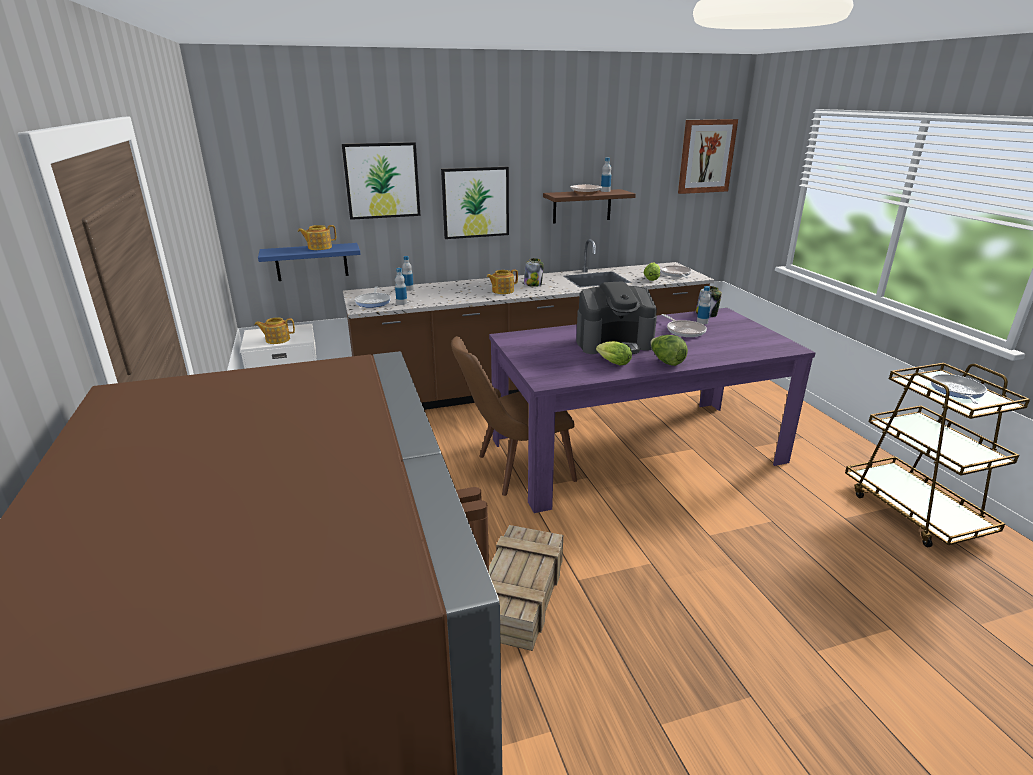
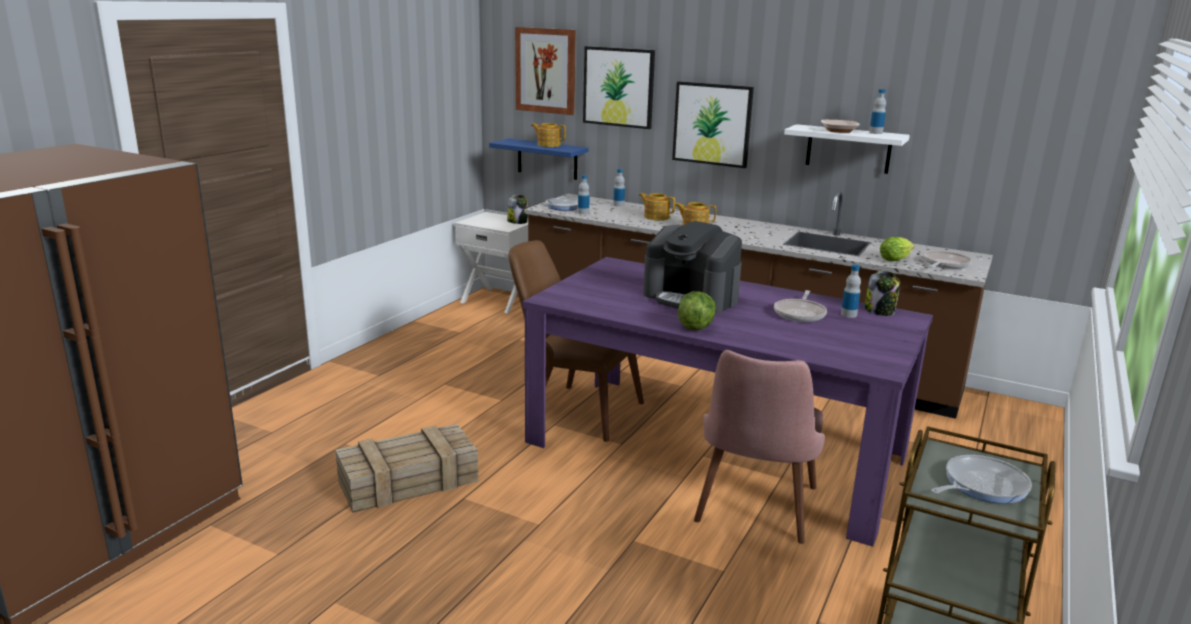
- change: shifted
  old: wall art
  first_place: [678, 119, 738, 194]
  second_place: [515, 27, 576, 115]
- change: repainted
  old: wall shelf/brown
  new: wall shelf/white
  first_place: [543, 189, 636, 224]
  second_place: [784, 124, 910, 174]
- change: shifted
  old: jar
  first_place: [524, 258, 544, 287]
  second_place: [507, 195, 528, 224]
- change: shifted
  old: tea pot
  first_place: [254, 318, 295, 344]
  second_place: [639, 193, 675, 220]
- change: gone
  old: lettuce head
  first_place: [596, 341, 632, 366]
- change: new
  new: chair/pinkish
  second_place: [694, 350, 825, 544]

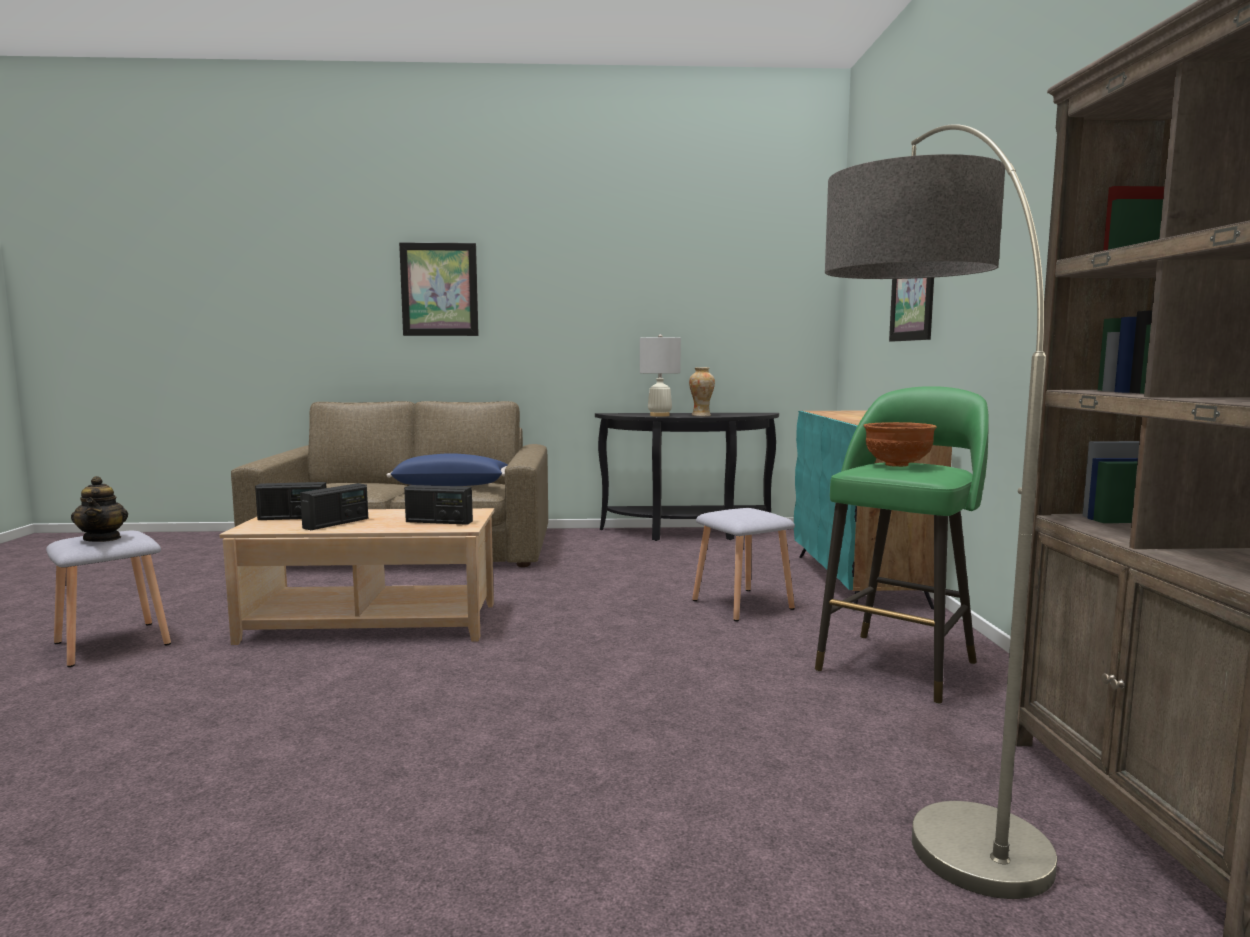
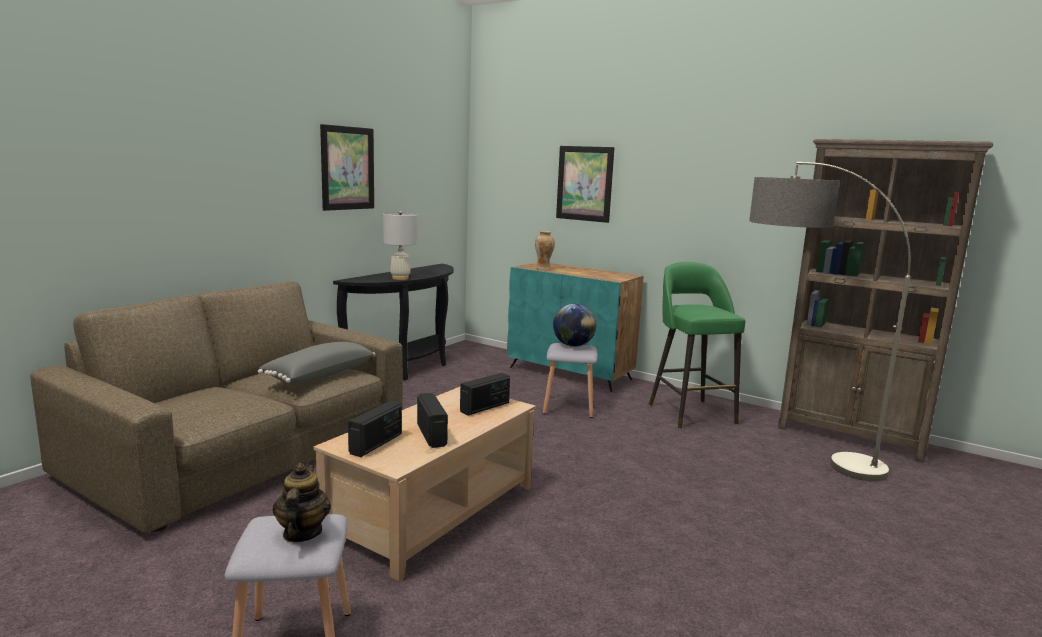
- change: shifted
  old: wall art
  first_place: [399, 243, 479, 336]
  second_place: [320, 124, 374, 211]
- change: shifted
  old: decorative vase
  first_place: [689, 367, 715, 416]
  second_place: [535, 231, 555, 270]
- change: gone
  old: deep dish/brown
  first_place: [863, 422, 937, 467]
- change: repainted
  old: throw pillow/blue-coloured
  new: throw pillow/gray
  first_place: [387, 453, 507, 486]
  second_place: [258, 342, 375, 385]
- change: rotated
  old: tea pot
  first_place: [71, 476, 128, 542]
  second_place: [273, 463, 331, 542]
  degrees: -105
- change: new
  new: world globe
  second_place: [553, 303, 596, 347]

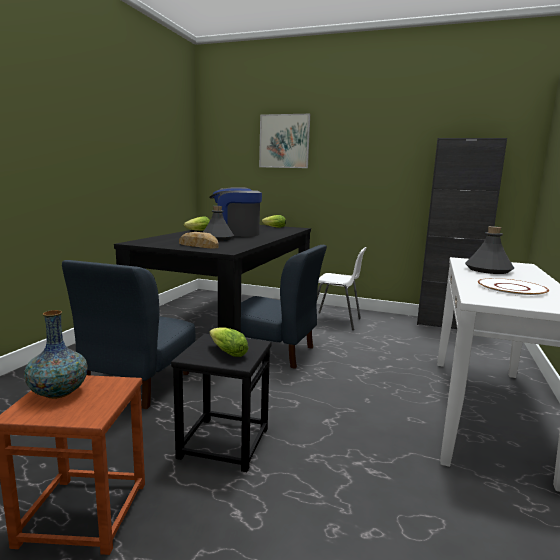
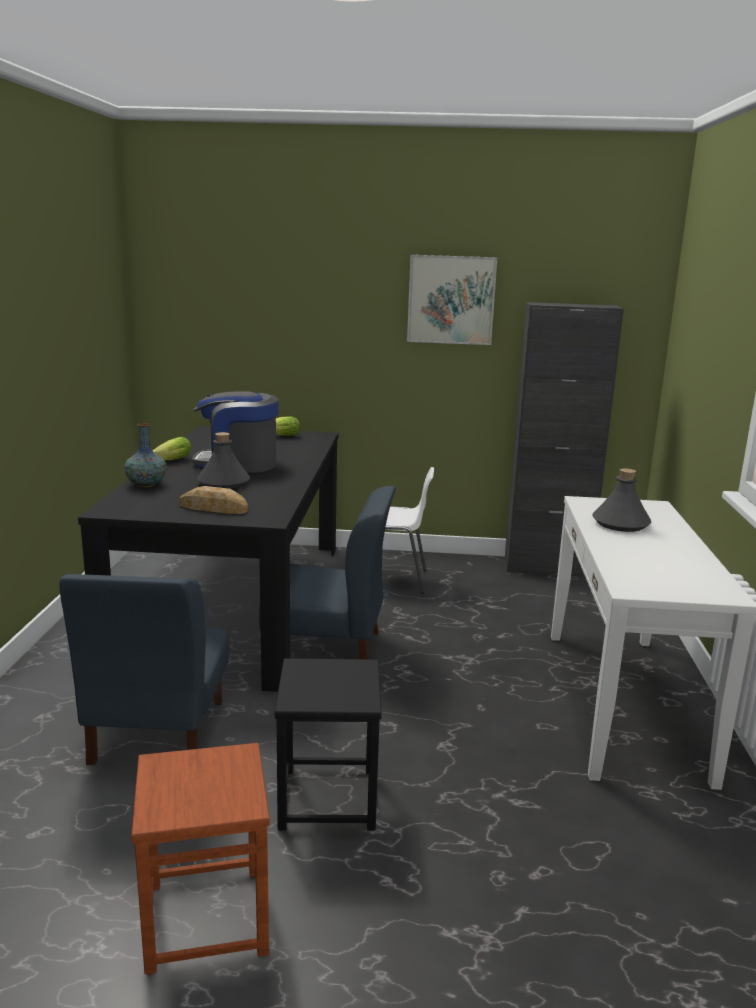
- change: shifted
  old: wall art
  first_place: [259, 114, 310, 168]
  second_place: [407, 255, 497, 345]
- change: gone
  old: plate/white
  first_place: [478, 278, 549, 296]
- change: shifted
  old: decorative vase
  first_place: [24, 310, 88, 399]
  second_place: [124, 423, 167, 487]
- change: gone
  old: lettuce head
  first_place: [209, 328, 248, 357]

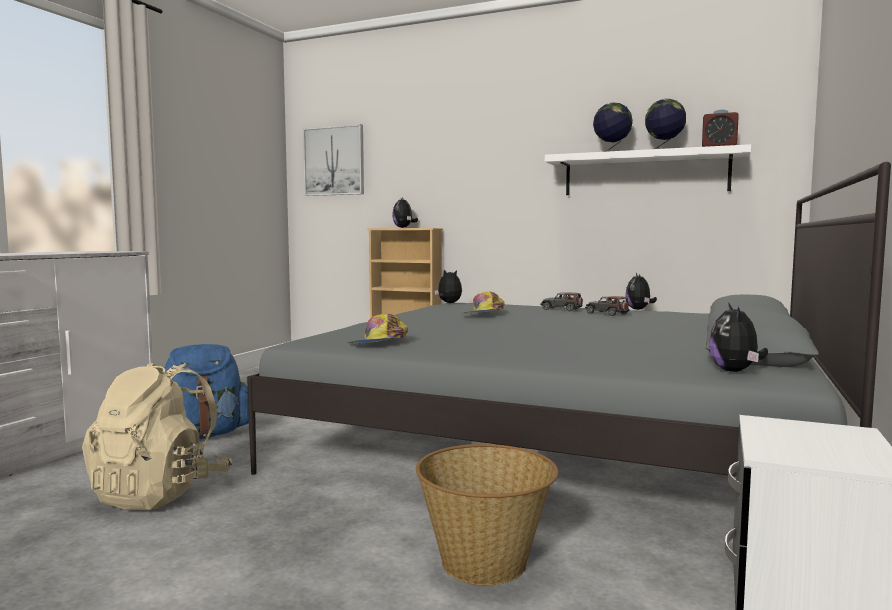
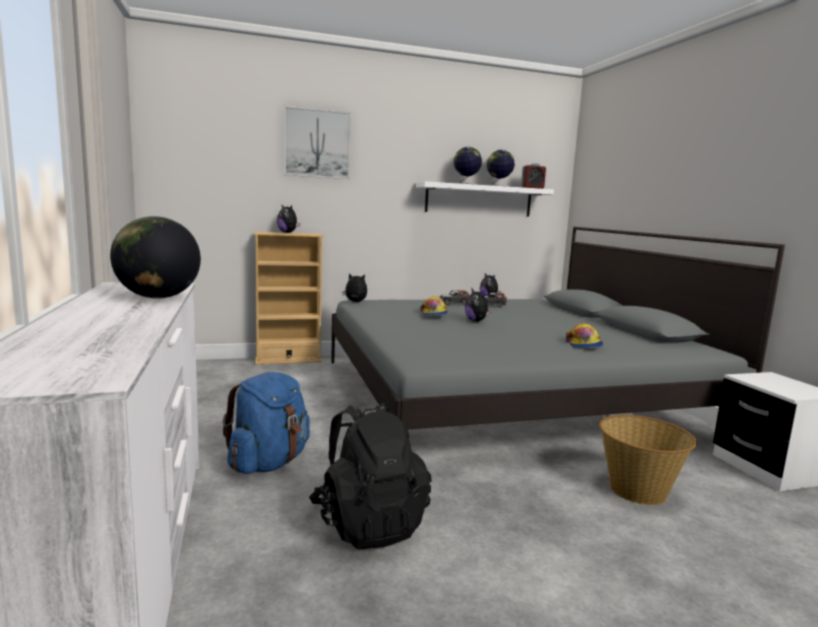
- change: shifted
  old: wall art
  first_place: [303, 124, 364, 196]
  second_place: [284, 106, 351, 179]
- change: shifted
  old: soft toy
  first_place: [709, 302, 768, 372]
  second_place: [465, 289, 492, 322]
- change: shifted
  old: baseball cap
  first_place: [348, 314, 408, 343]
  second_place: [566, 323, 603, 348]
- change: repainted
  old: knapsack/sand-coloured
  new: knapsack/blackish
  first_place: [82, 362, 232, 510]
  second_place: [309, 402, 432, 549]
- change: new
  new: world globe
  second_place: [110, 216, 201, 298]

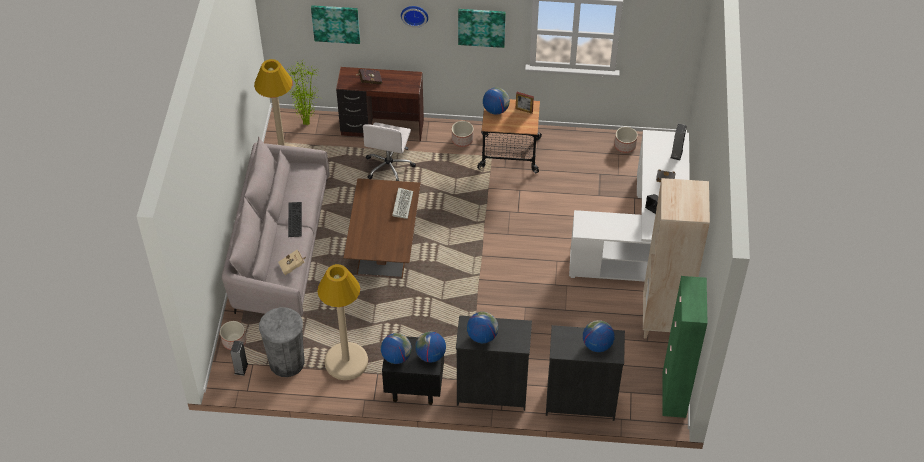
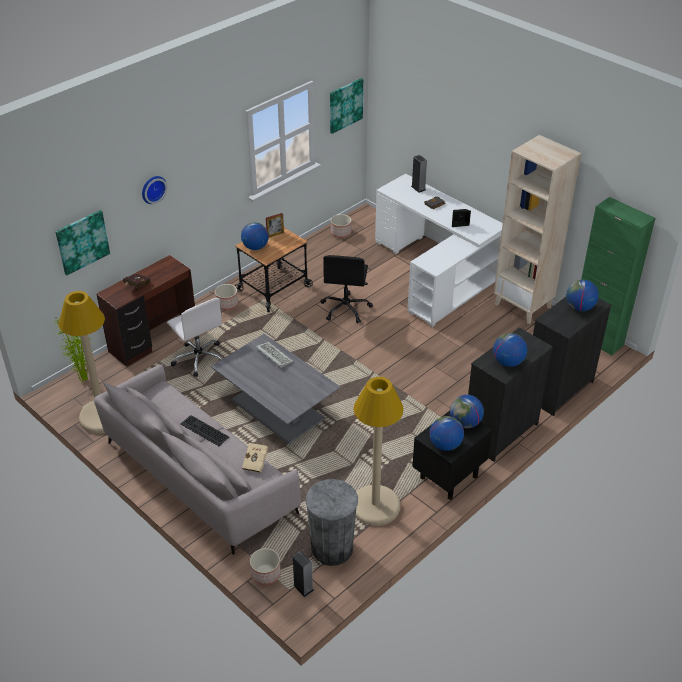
- change: shifted
  old: wall art
  first_place: [458, 9, 506, 48]
  second_place: [330, 78, 363, 134]
- change: repainted
  old: coffee table/brown
  new: coffee table/gray
  first_place: [344, 178, 421, 279]
  second_place: [211, 334, 341, 444]
- change: new
  new: computer chair/blackish
  second_place: [320, 255, 373, 323]

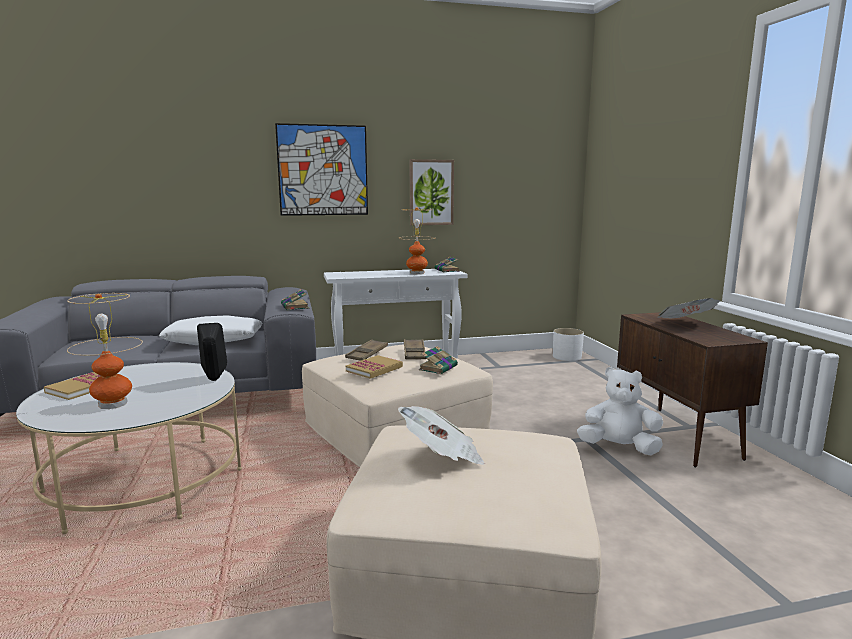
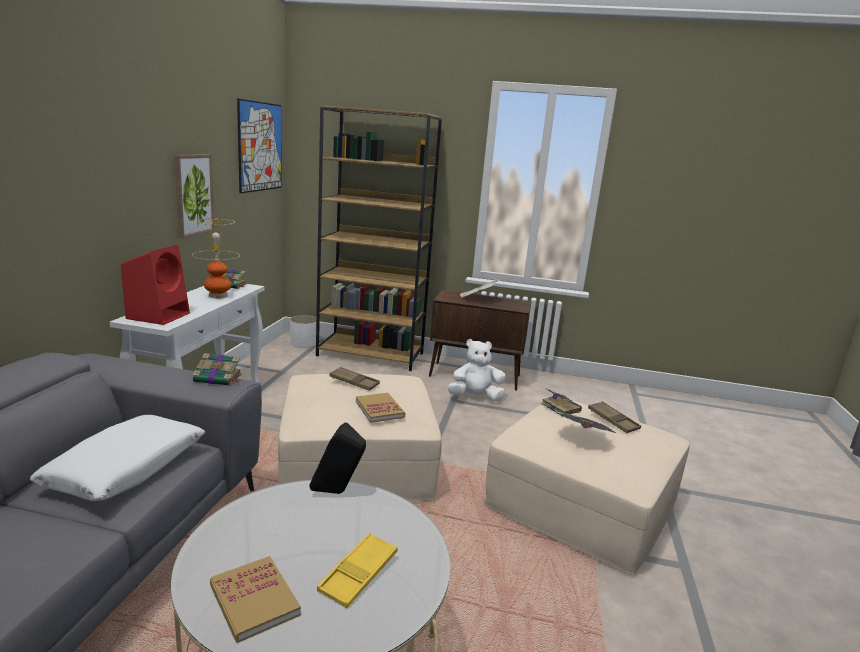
- change: shifted
  old: wall art
  first_place: [275, 123, 368, 216]
  second_place: [237, 99, 281, 193]
- change: swapped
  old: tabletop lamp
  new: tray/yellow
  first_place: [67, 293, 143, 409]
  second_place: [317, 533, 398, 608]
- change: shifted
  old: tray/brown
  first_place: [345, 340, 388, 361]
  second_place: [588, 401, 641, 433]
- change: shifted
  old: bound book
  first_place: [419, 346, 458, 374]
  second_place: [541, 388, 582, 417]
- change: rotated
  old: soft toy/white
  first_place: [577, 367, 663, 455]
  second_place: [447, 339, 506, 401]
  degrees: 45
- change: new
  new: bookcase/brown
  second_place: [316, 105, 442, 371]
- change: new
  new: loudspeaker/red
  second_place: [121, 245, 190, 325]

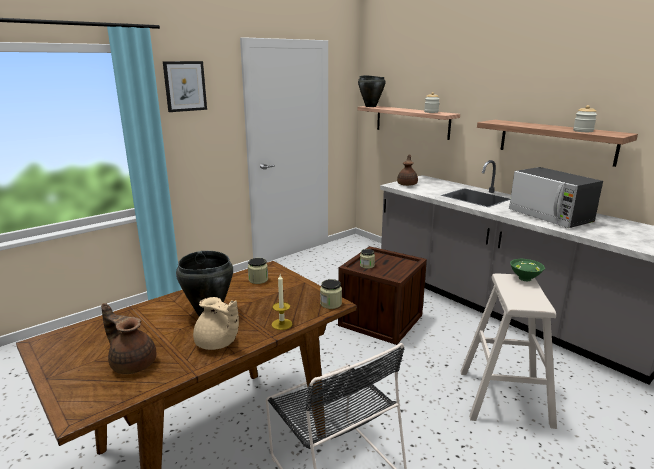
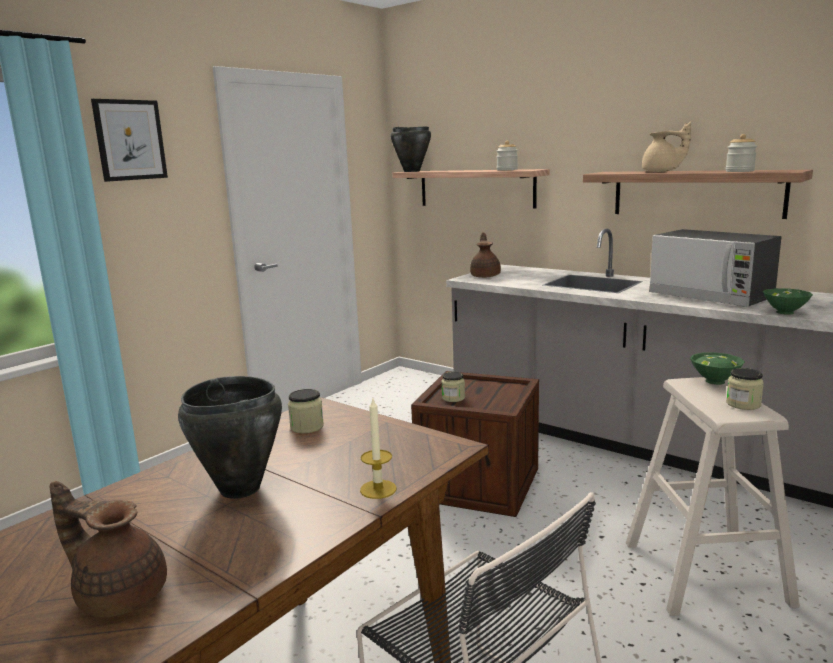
- change: shifted
  old: jar
  first_place: [320, 279, 342, 309]
  second_place: [726, 368, 764, 410]
- change: shifted
  old: tea pot/sand-coloured
  first_place: [193, 297, 239, 350]
  second_place: [642, 121, 691, 172]
- change: new
  new: deep dish/greenish
  second_place: [763, 288, 813, 315]

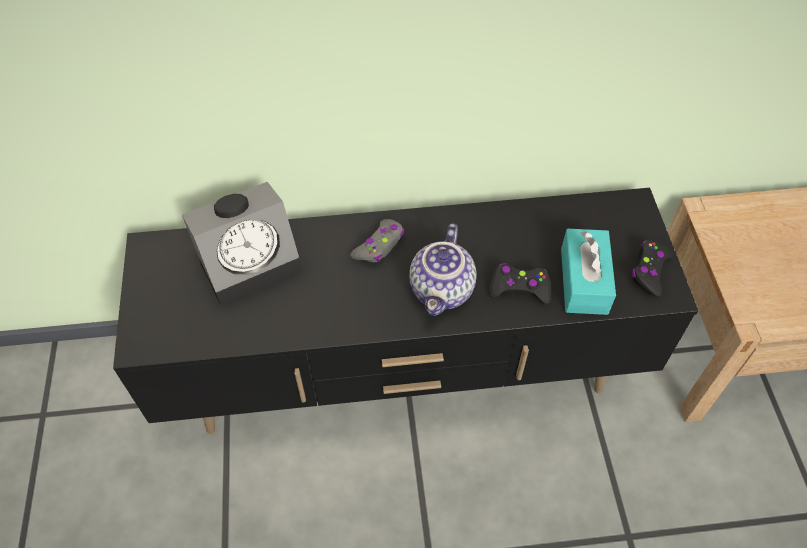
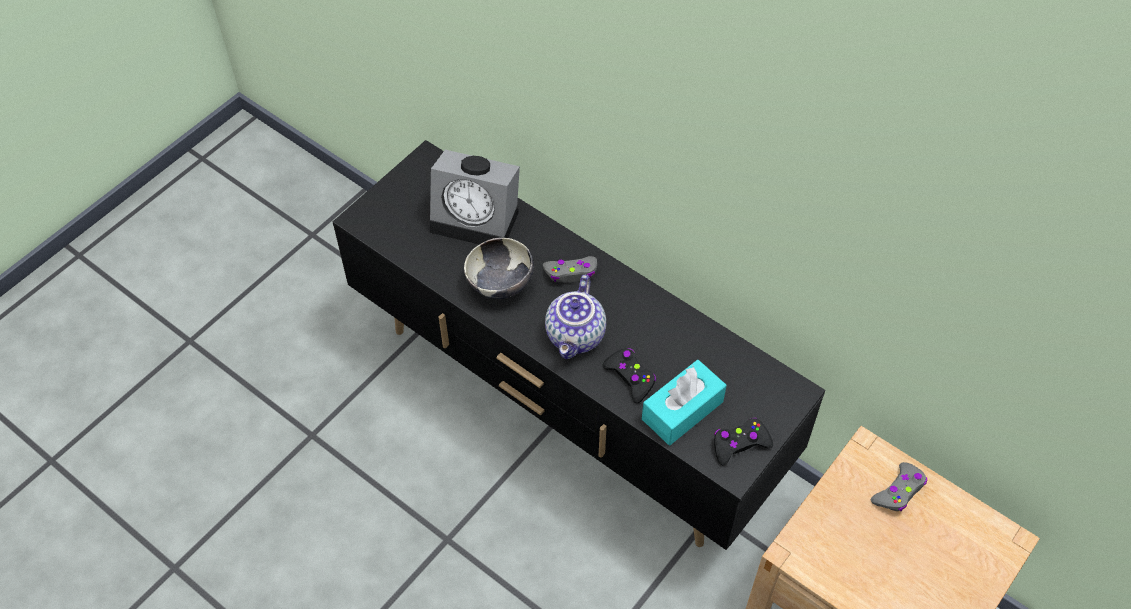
- change: rotated
  old: tea pot
  first_place: [409, 223, 476, 316]
  second_place: [545, 275, 606, 359]
  degrees: -45
- change: new
  new: deep dish
  second_place: [464, 238, 534, 299]
- change: new
  new: gamepad/gray
  second_place: [871, 462, 927, 511]

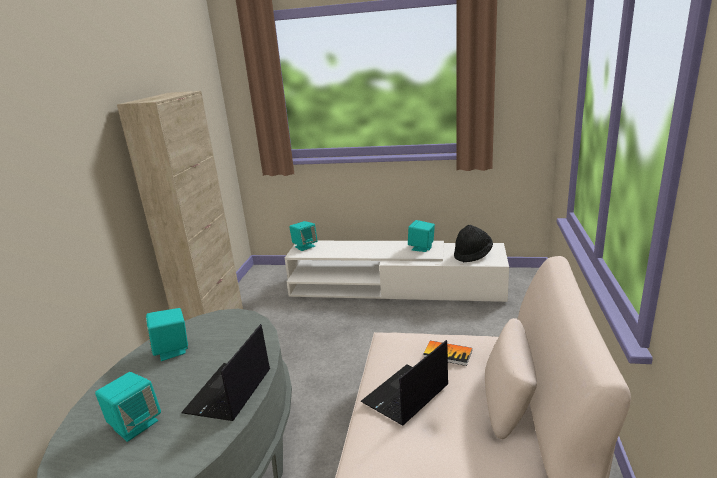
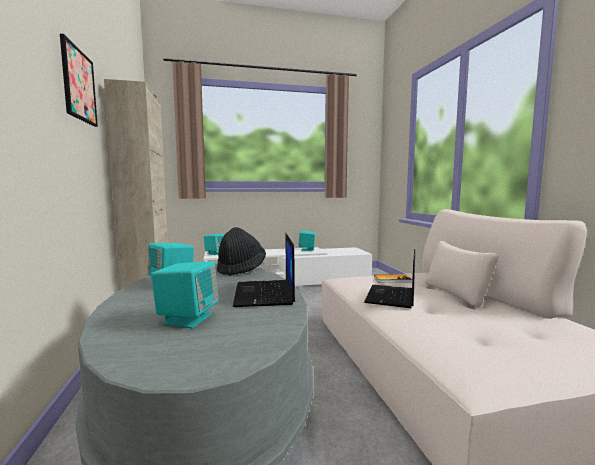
- change: shifted
  old: clothing hat/blackish
  first_place: [454, 225, 493, 263]
  second_place: [217, 227, 266, 276]
- change: new
  new: wall art
  second_place: [60, 34, 98, 127]

